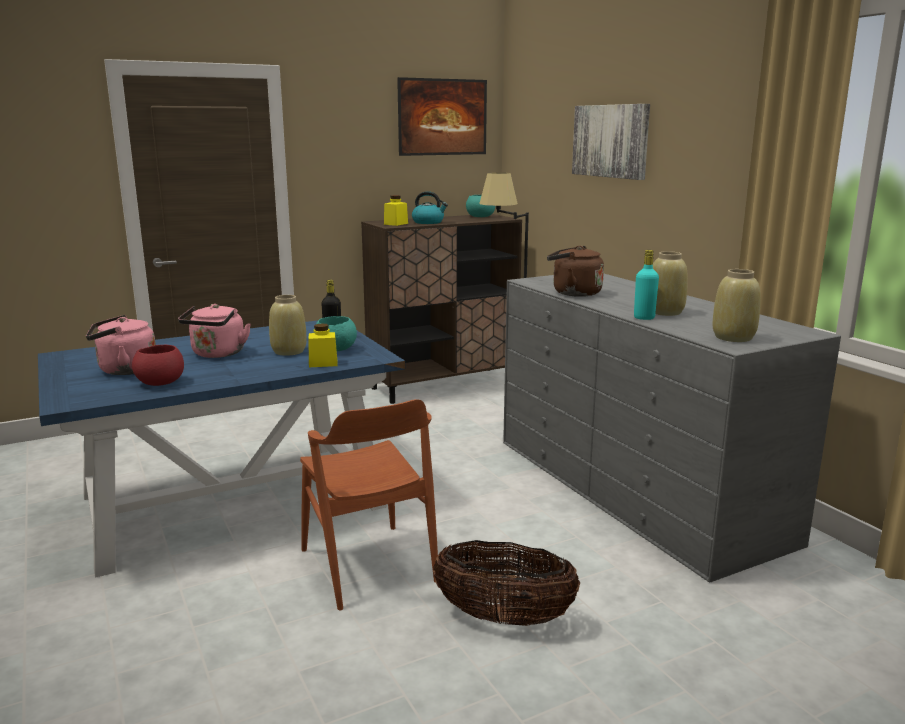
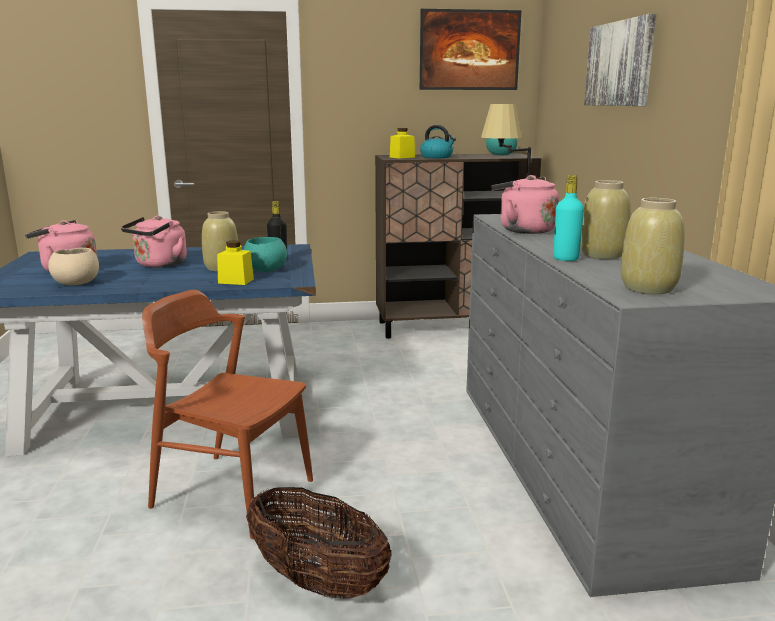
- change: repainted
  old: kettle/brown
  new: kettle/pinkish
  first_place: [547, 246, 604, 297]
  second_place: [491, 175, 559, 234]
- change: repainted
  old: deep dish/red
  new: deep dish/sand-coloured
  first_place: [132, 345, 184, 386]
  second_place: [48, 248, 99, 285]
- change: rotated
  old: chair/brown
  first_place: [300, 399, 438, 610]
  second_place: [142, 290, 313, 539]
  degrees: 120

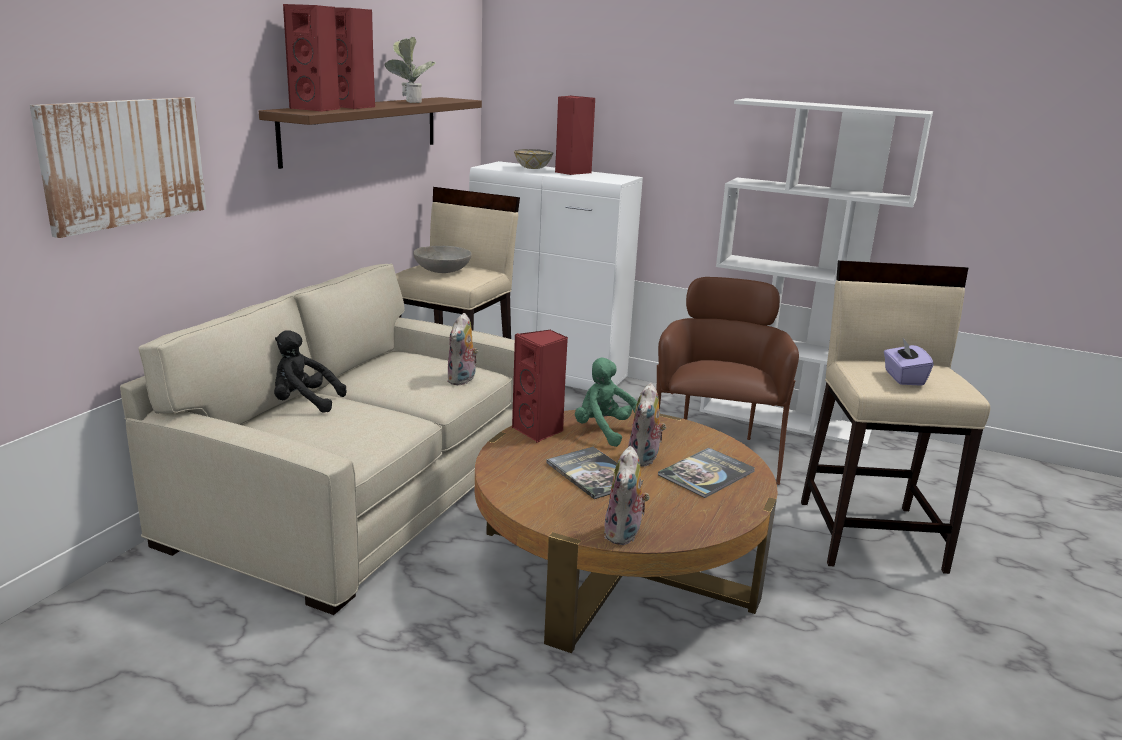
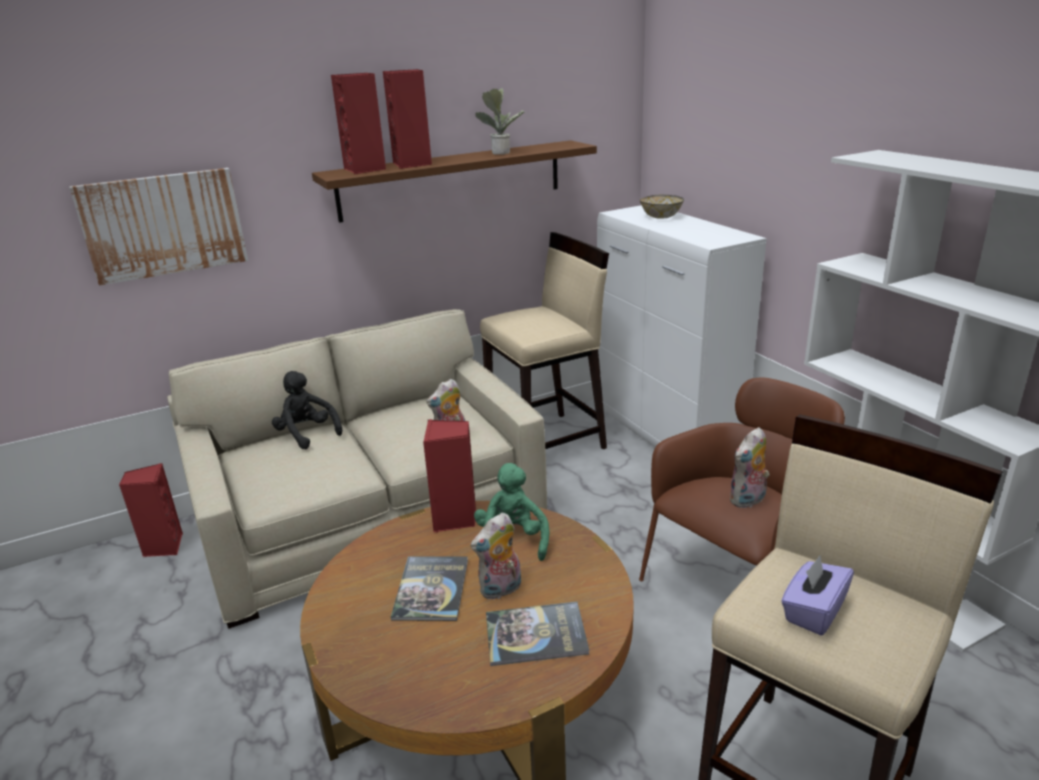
- change: shifted
  old: loudspeaker/red
  first_place: [555, 96, 595, 175]
  second_place: [119, 463, 183, 557]
- change: gone
  old: deep dish/gray
  first_place: [413, 246, 472, 273]
- change: shifted
  old: soft toy
  first_place: [604, 446, 650, 545]
  second_place: [730, 427, 770, 509]

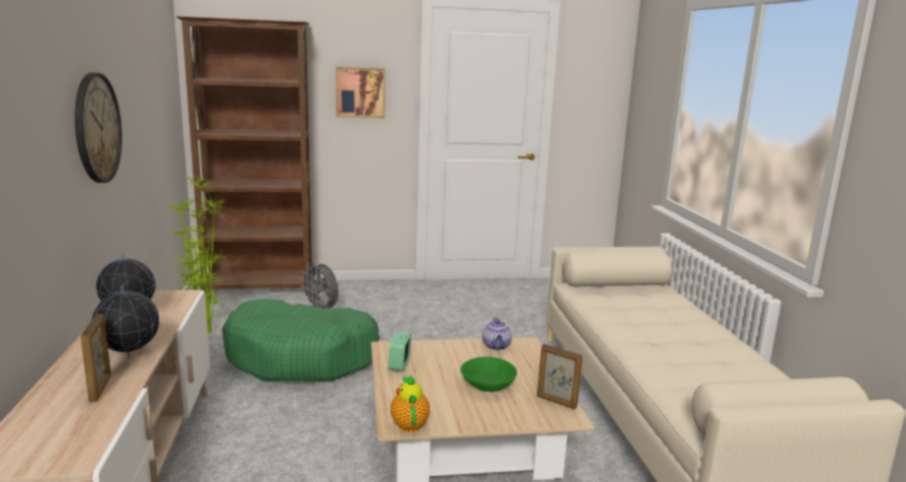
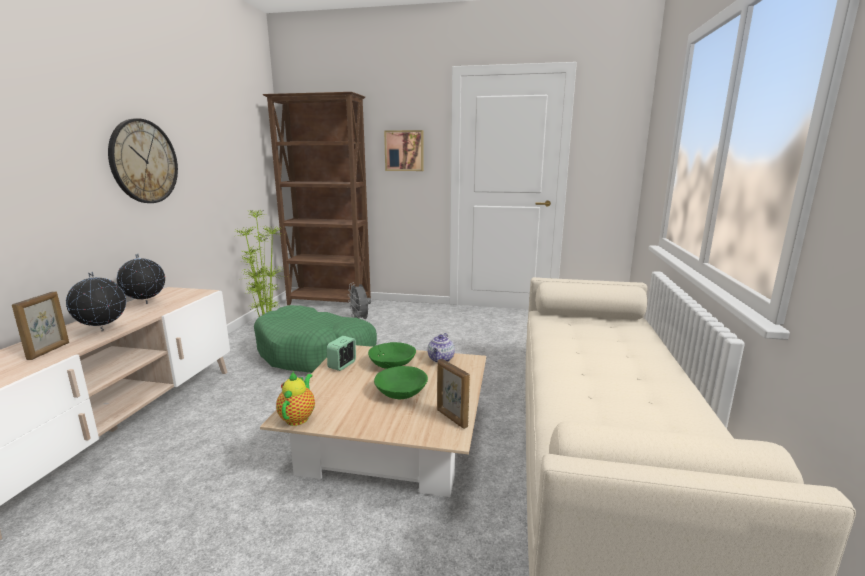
- change: new
  new: deep dish/greenish
  second_place: [368, 342, 416, 369]

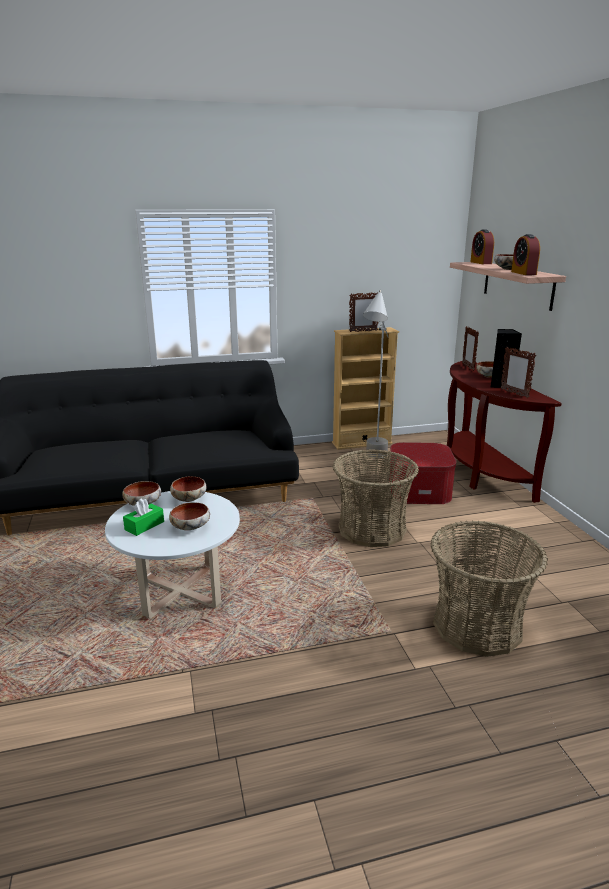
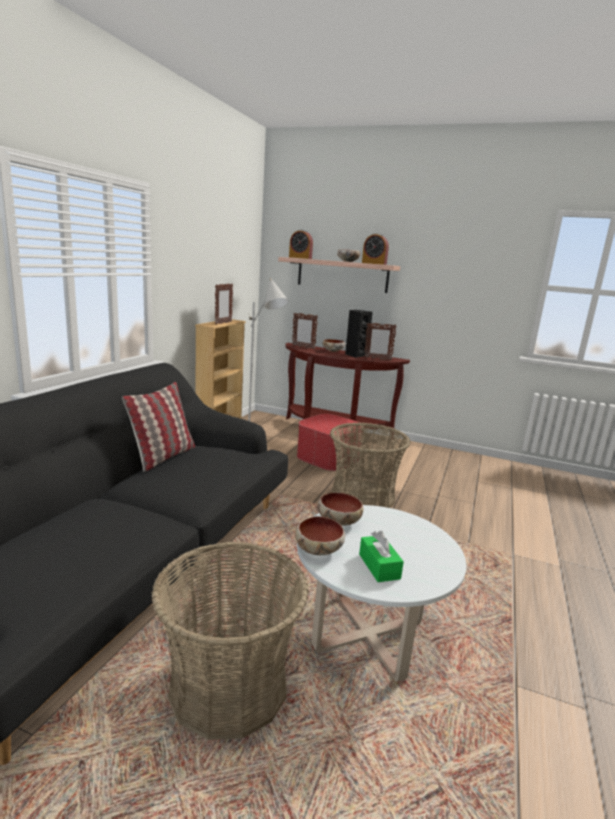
- change: gone
  old: deep dish
  first_place: [169, 502, 210, 530]
- change: shifted
  old: basket
  first_place: [430, 520, 548, 657]
  second_place: [151, 542, 309, 740]
- change: new
  new: throw pillow
  second_place: [122, 382, 195, 472]

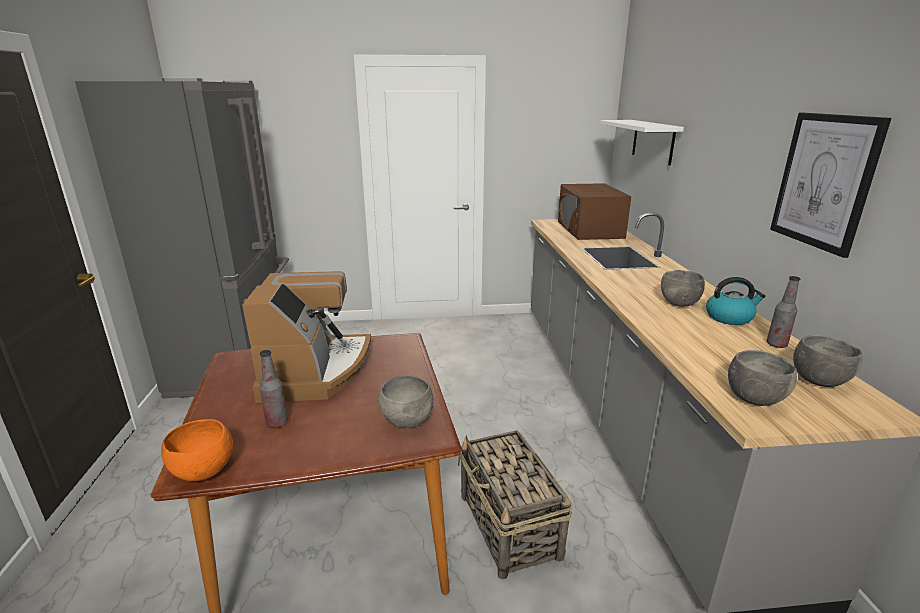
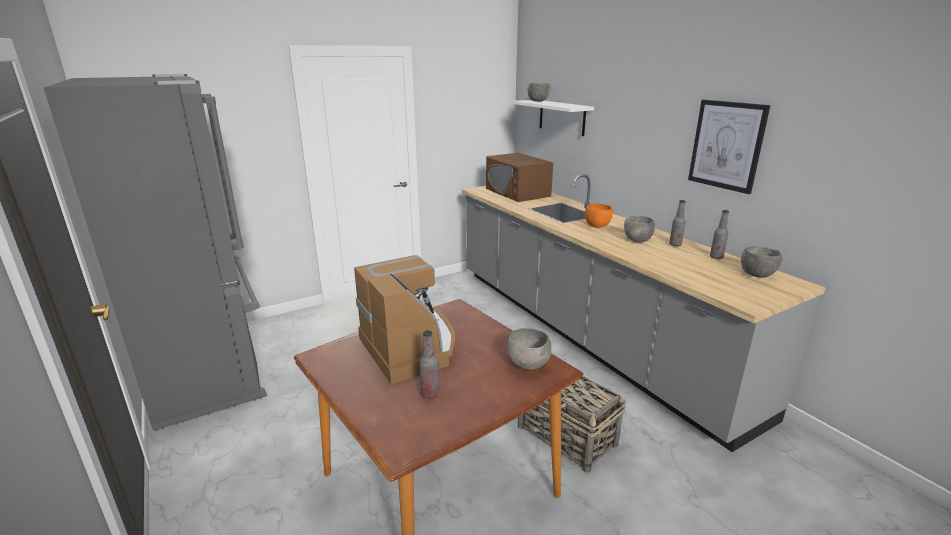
- change: swapped
  old: kettle
  new: bottle
  first_place: [706, 277, 766, 325]
  second_place: [669, 200, 686, 246]
- change: shifted
  old: deep dish/gray
  first_place: [728, 350, 797, 406]
  second_place: [527, 83, 551, 102]
- change: shifted
  old: deep dish/orangey
  first_place: [161, 419, 233, 481]
  second_place: [585, 203, 613, 228]

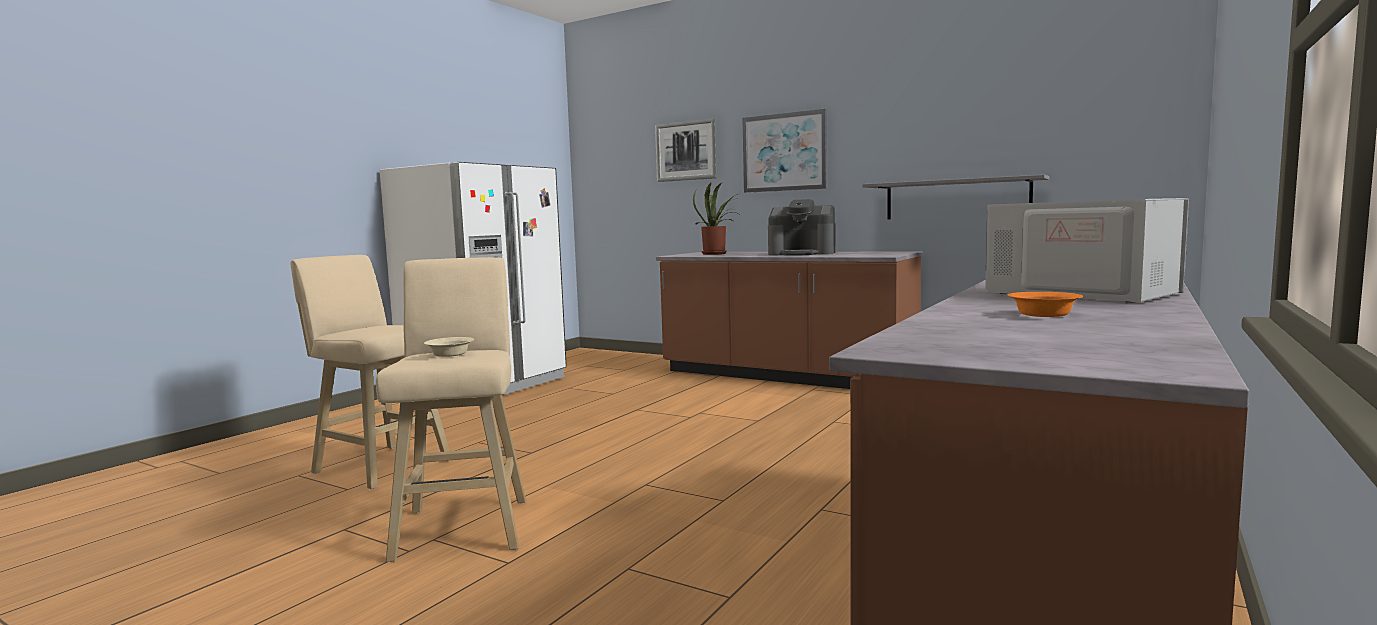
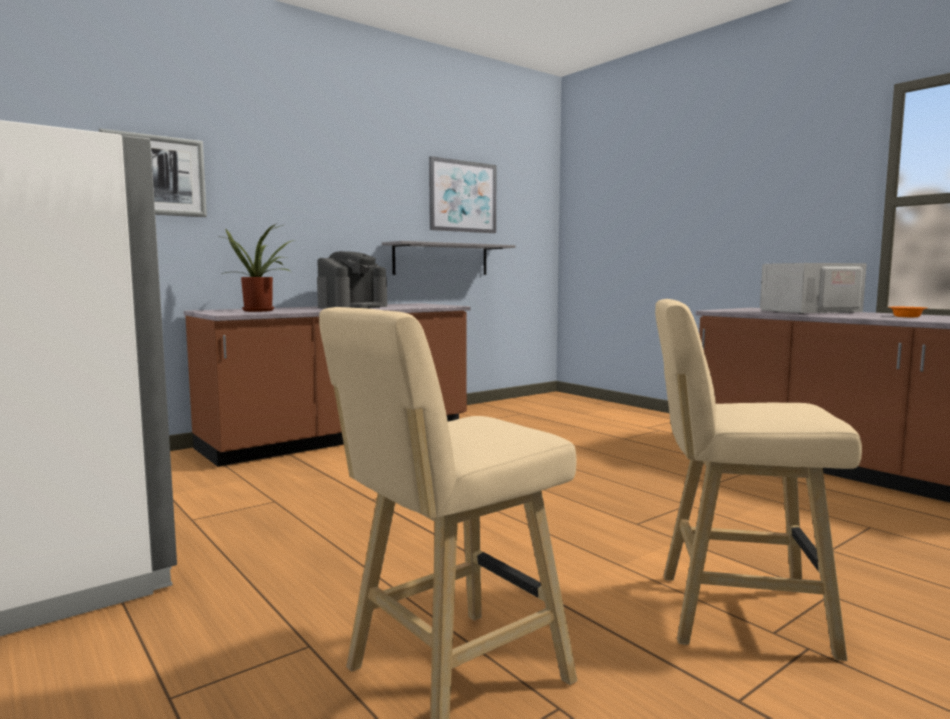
- change: shifted
  old: wall art
  first_place: [742, 109, 827, 193]
  second_place: [429, 156, 496, 233]
- change: gone
  old: deep dish/sand-coloured
  first_place: [424, 337, 474, 357]

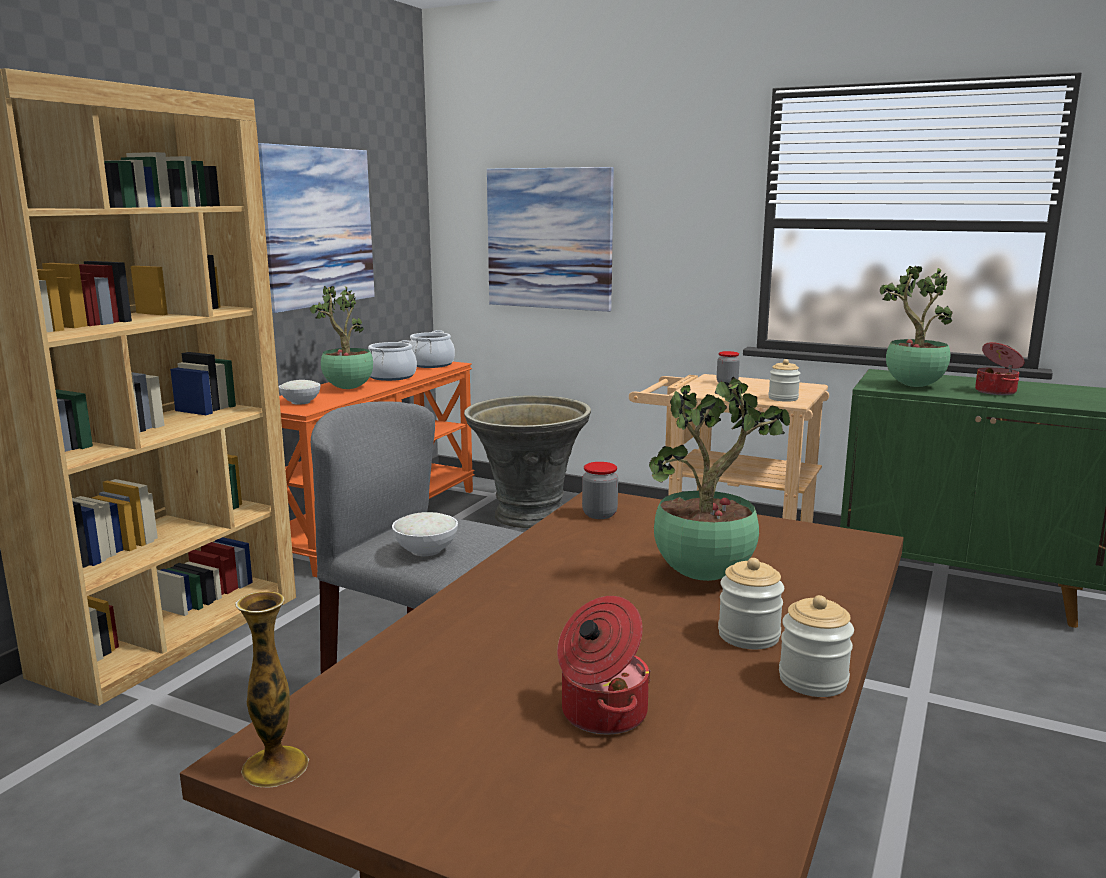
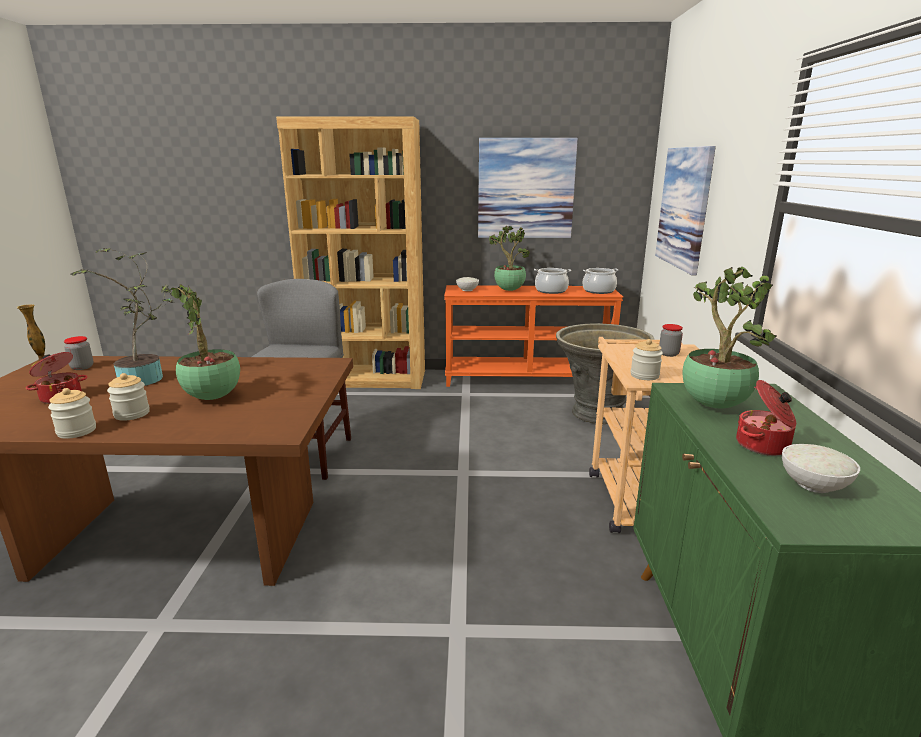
- change: shifted
  old: jar
  first_place: [582, 462, 618, 519]
  second_place: [64, 336, 93, 370]
- change: shifted
  old: deep dish/white
  first_place: [392, 512, 458, 556]
  second_place: [782, 444, 860, 493]
- change: new
  new: plant in a pot
  second_place: [71, 248, 175, 386]

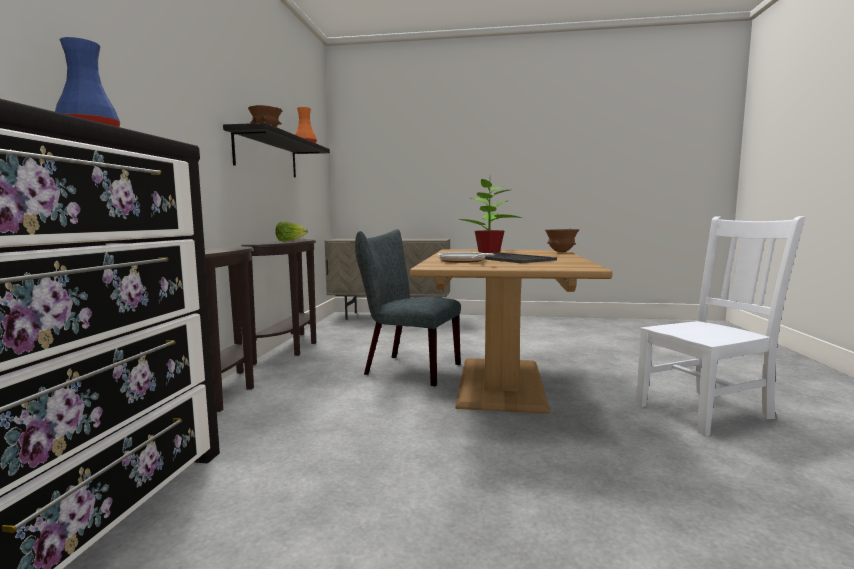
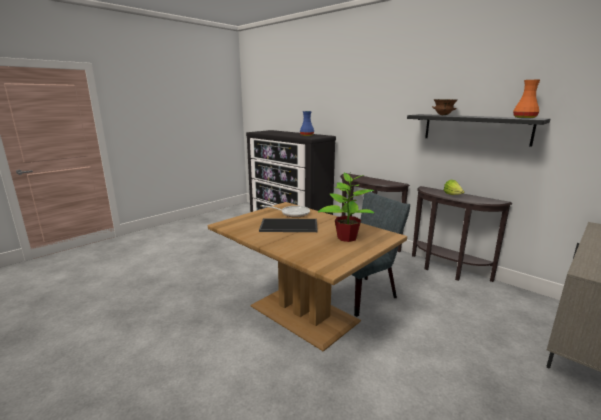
- change: gone
  old: chair/white
  first_place: [636, 216, 805, 436]
- change: gone
  old: deep dish/brown
  first_place: [545, 229, 579, 252]

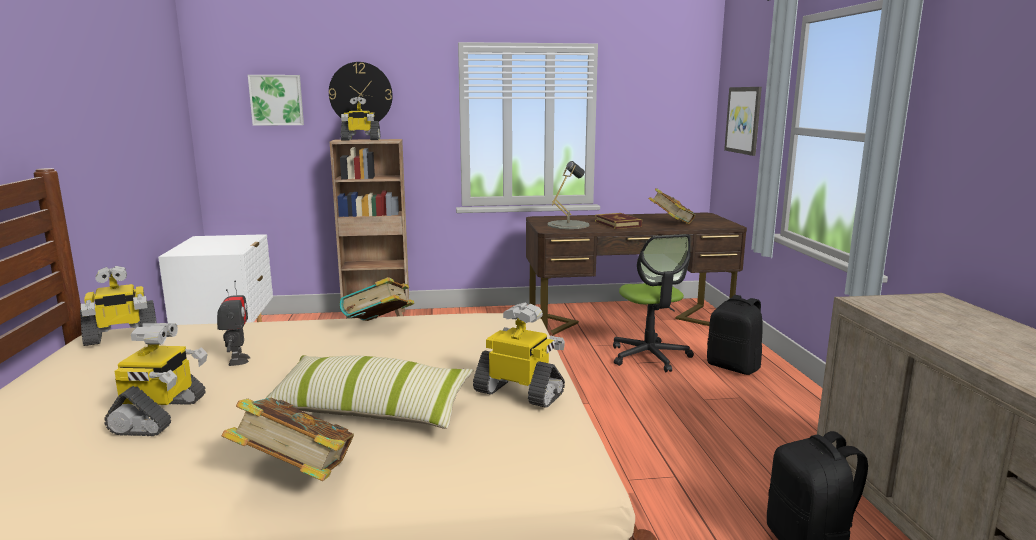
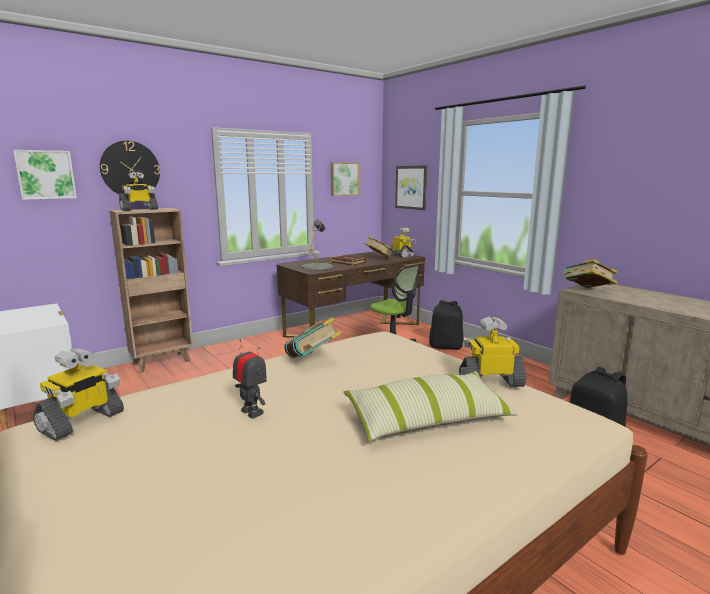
- change: shifted
  old: model robot
  first_place: [104, 323, 208, 436]
  second_place: [391, 228, 416, 258]
- change: shifted
  old: bound book
  first_place: [221, 398, 354, 481]
  second_place: [563, 259, 618, 288]
- change: new
  new: wall art
  second_place: [331, 162, 359, 196]

